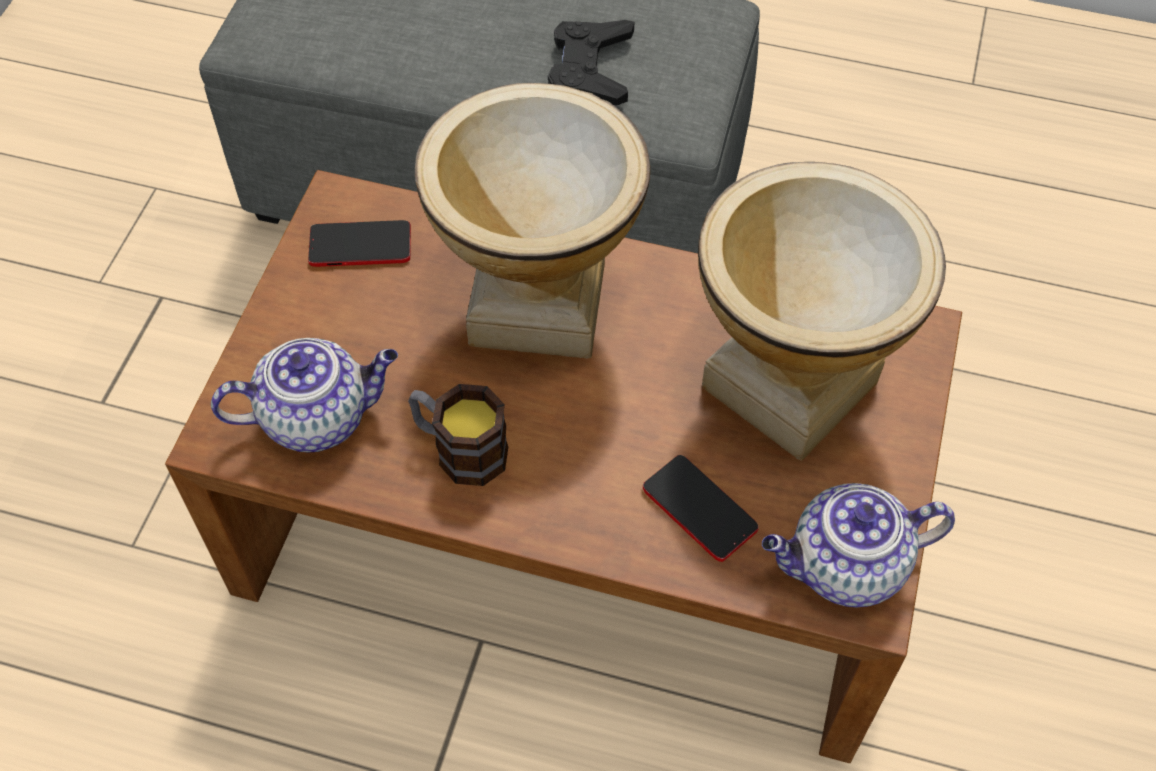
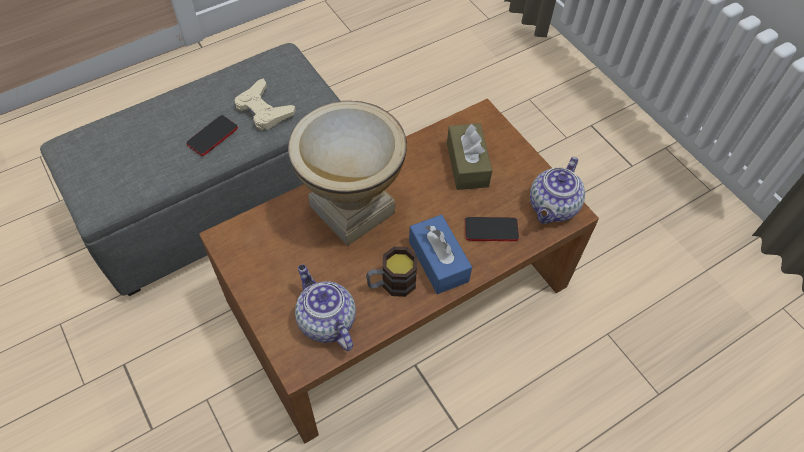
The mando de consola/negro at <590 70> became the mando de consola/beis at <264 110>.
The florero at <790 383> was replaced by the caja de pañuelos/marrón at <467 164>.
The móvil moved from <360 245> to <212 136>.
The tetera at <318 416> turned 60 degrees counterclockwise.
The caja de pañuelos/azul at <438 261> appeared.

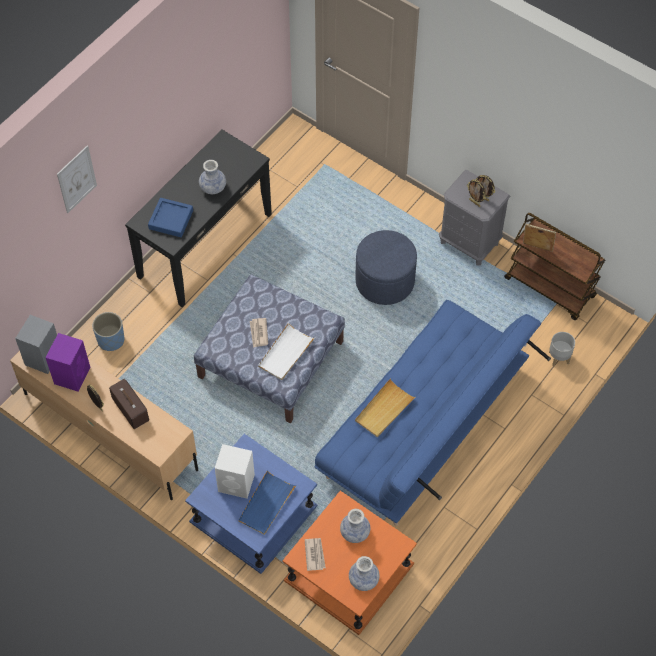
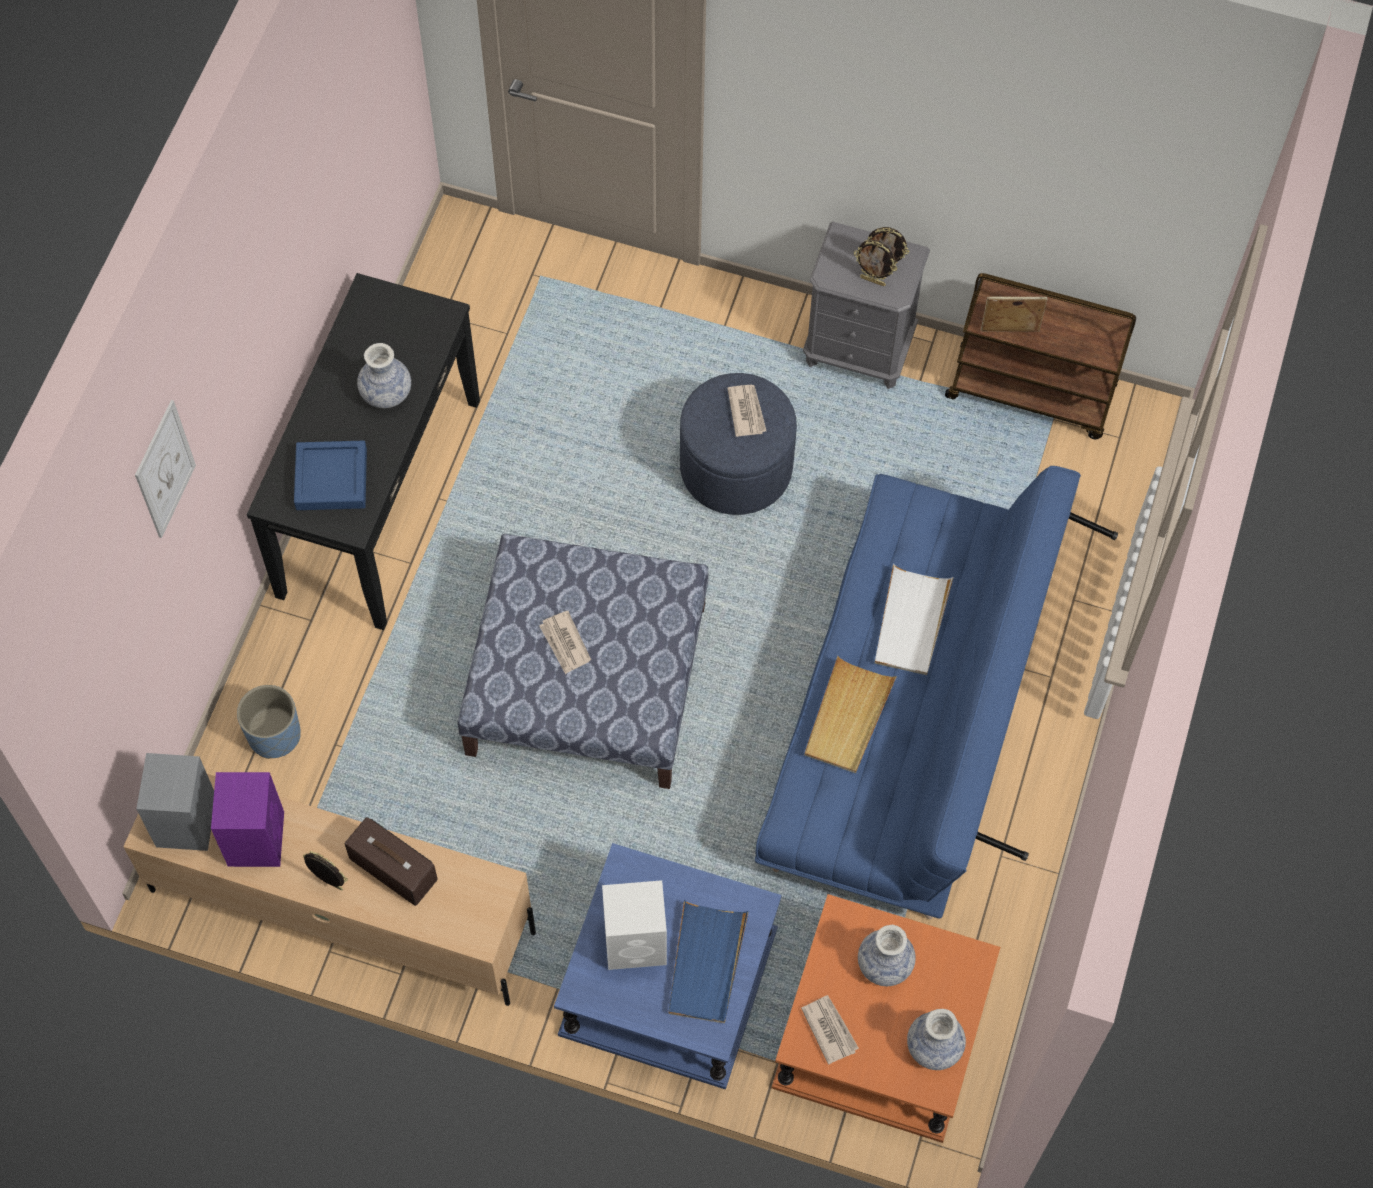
The bandeja/blanco moved from <285 353> to <911 622>.
The maceta/gris at <559 358> disappeared.
The periódico at <746 411> appeared.

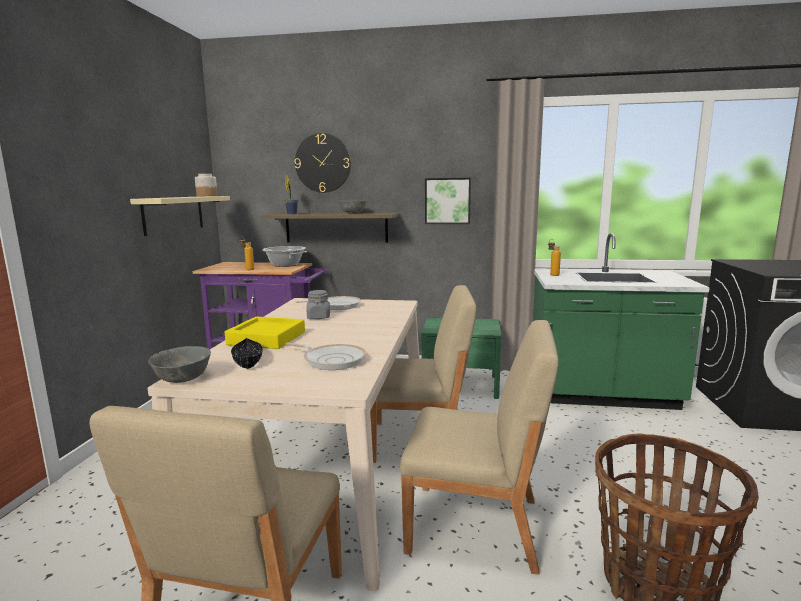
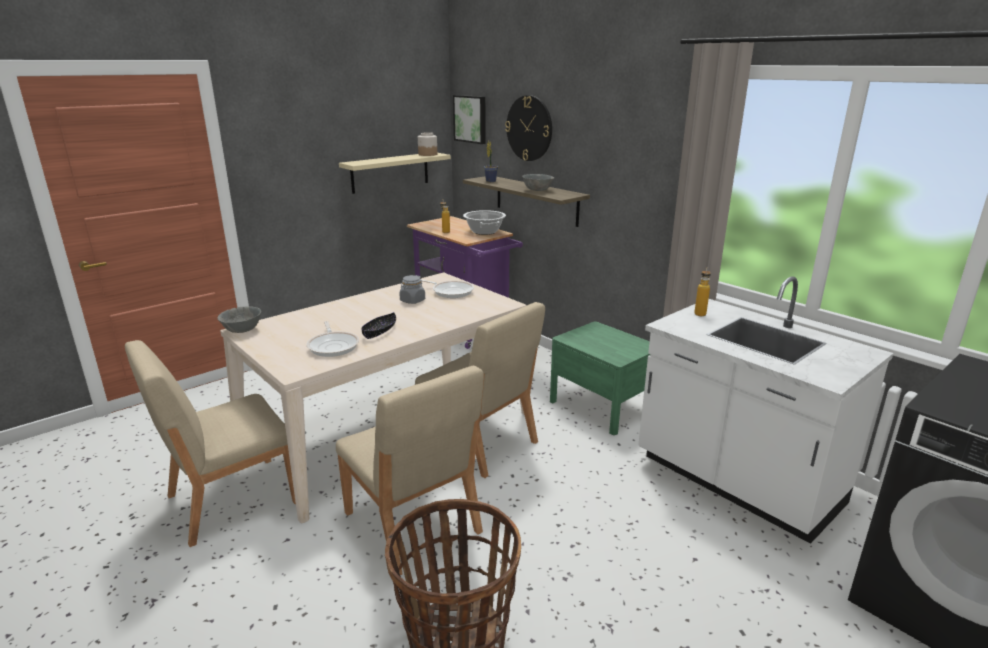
The cuadro moved from <447 201> to <471 119>.
The mueble bajo de cocina/verde at <602 396> became the mueble bajo de cocina/blanco at <736 482>.
The bandeja/amarillo at <267 338> disappeared.
The cuenco/negro moved from <247 360> to <380 331>.

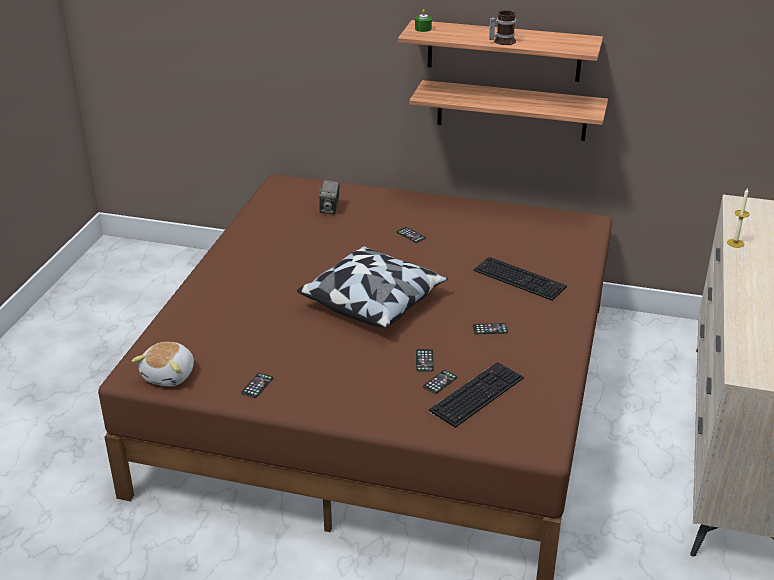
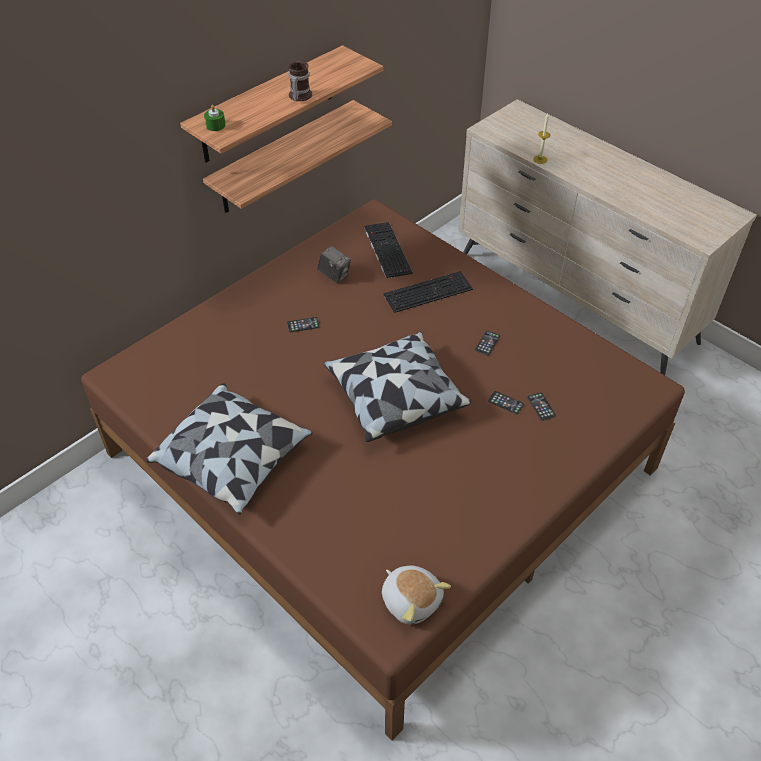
The cámara moved from <329 209> to <334 275>.
The teclado moved from <476 393> to <386 249>.
The móvil at <257 385> disappeared.
The cojín at <234 459> appeared.

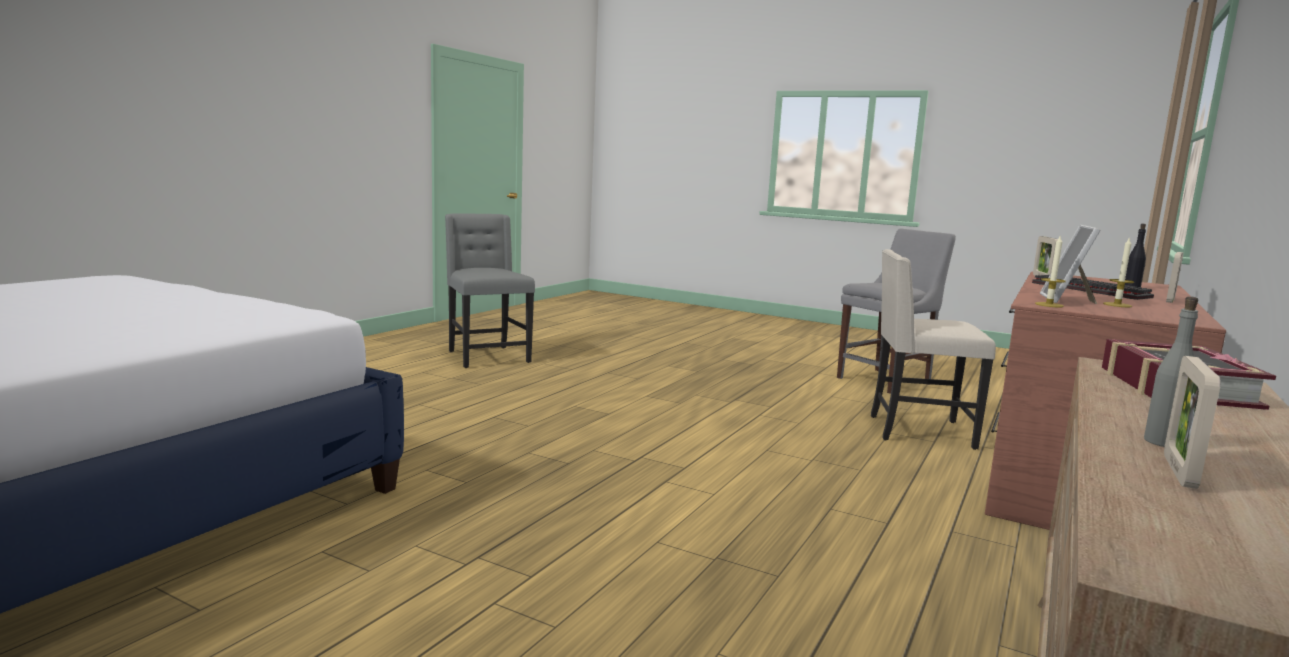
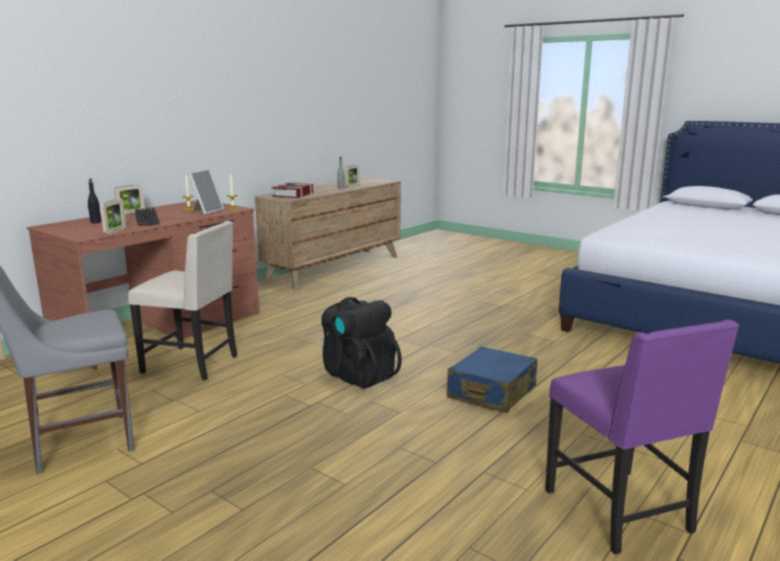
The silla/gris at <486 357> became the silla/morado at <621 512>.
The mochila/negro at <358 374> appeared.
The maleta/azul at <491 392> appeared.

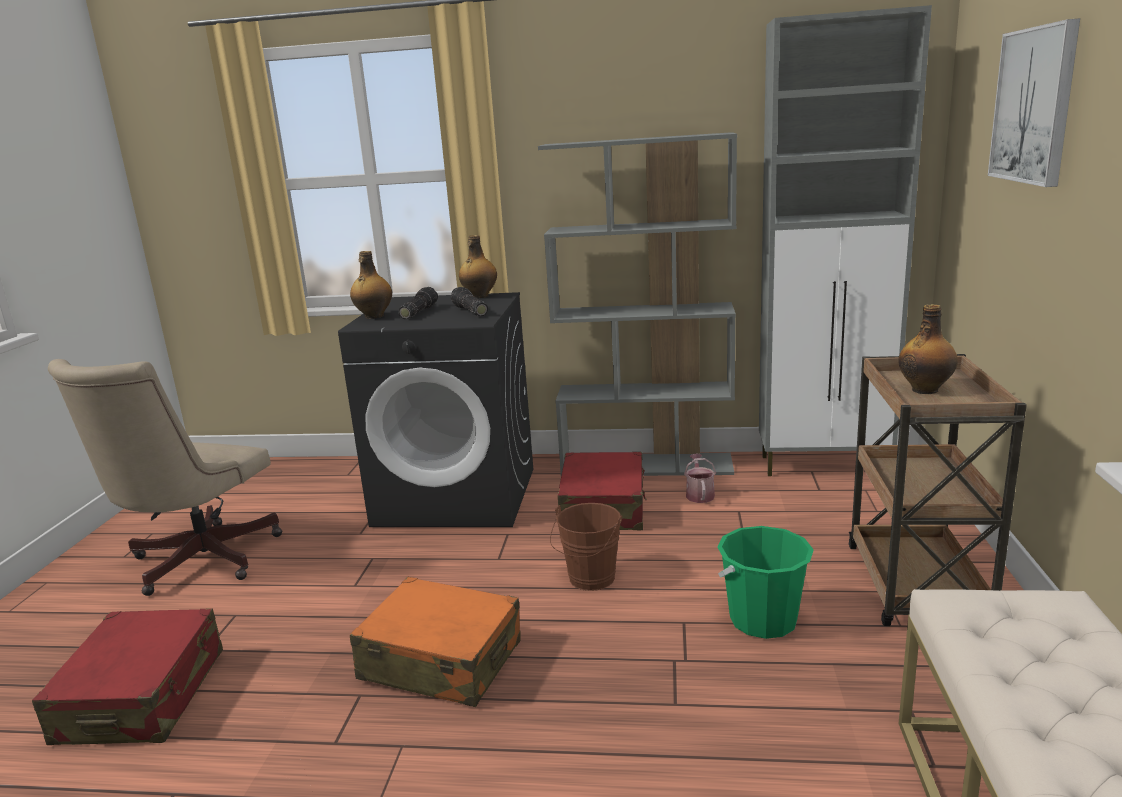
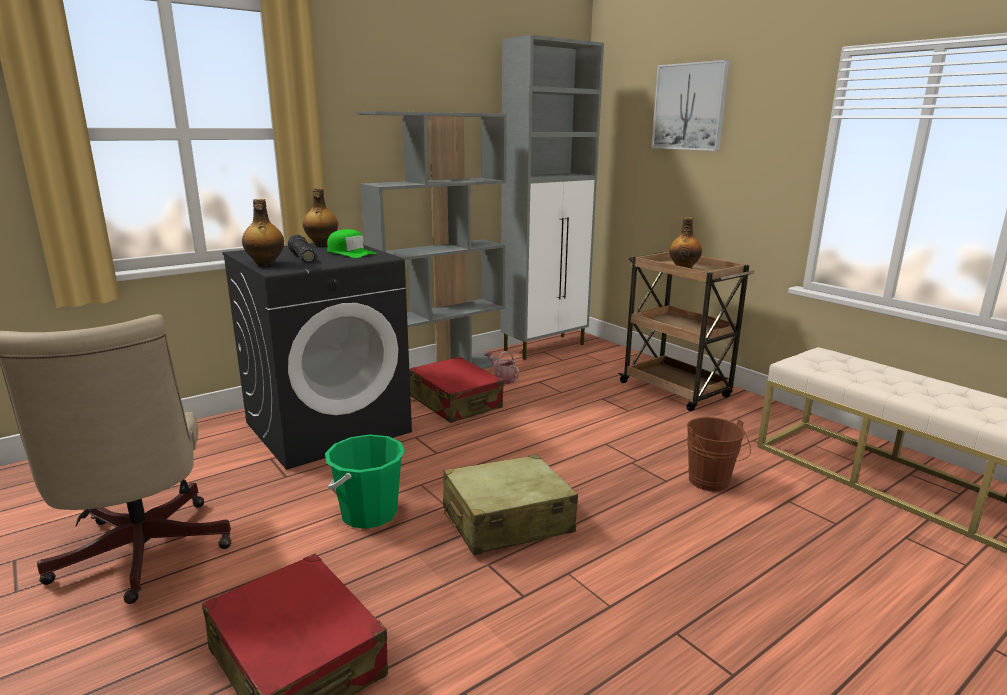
The linterna at <469 311> was replaced by the gorra/verde at <350 253>.
The cubo/marrón moved from <589 581> to <711 483>.
The cubo/verde moved from <763 620> to <369 514>.
The maleta/naranja at <441 661> became the maleta/beis at <506 521>.

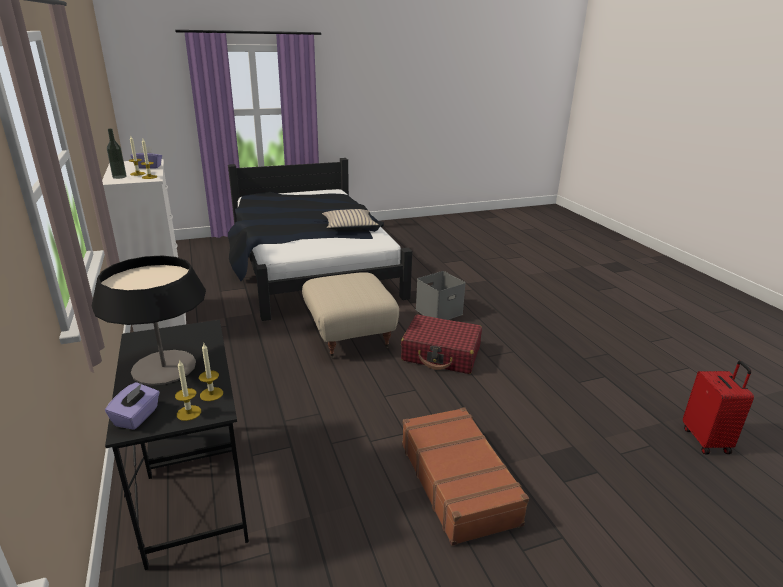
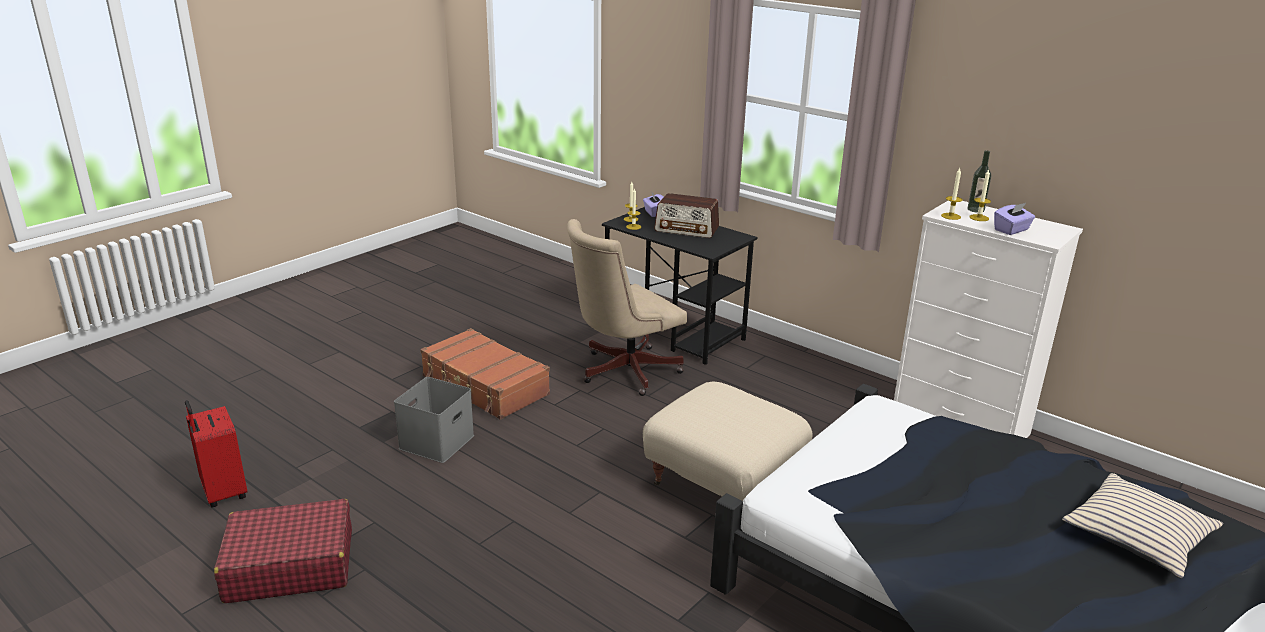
The cojín/beis moved from <349 226> to <1138 535>.
The lámpara de mesa at <163 367> was replaced by the radio at <687 229>.
The caja de almacenaje/gris moved from <439 311> to <437 443>.
The maleta/rojo moved from <441 354> to <289 565>.
The silla de oficina/beis at <623 372> appeared.

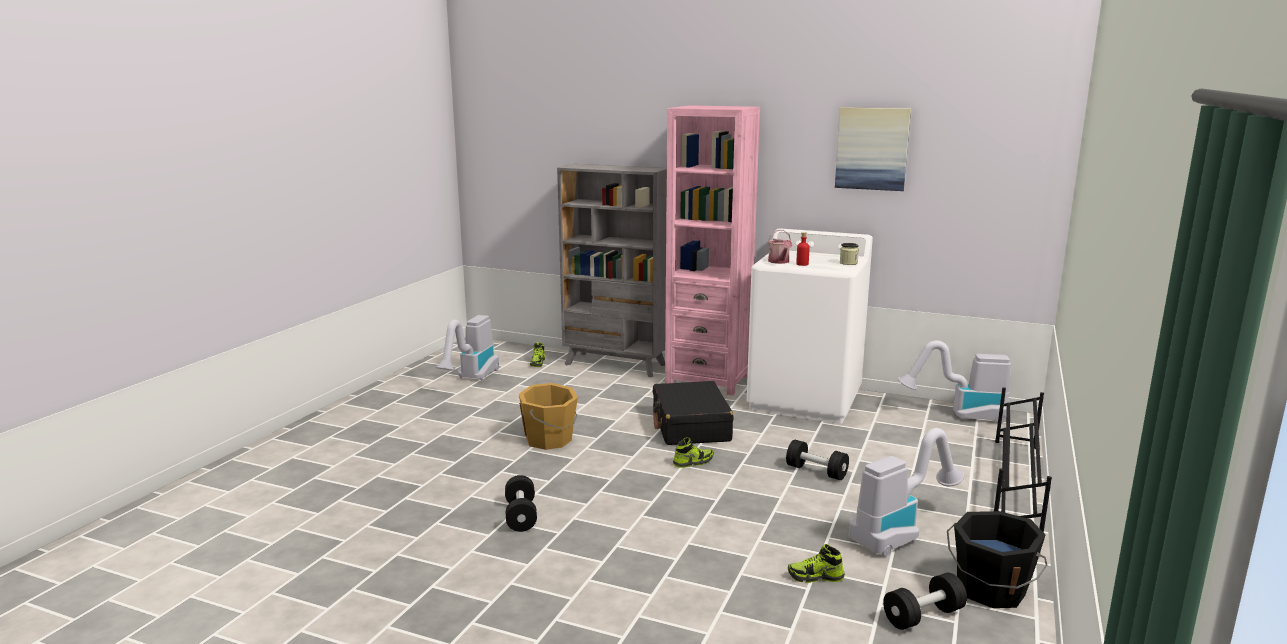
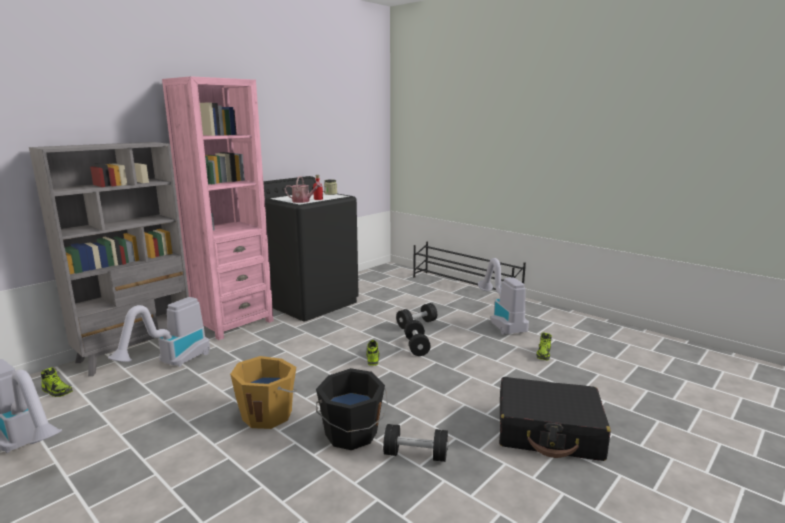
The cuadro at <872 148> disappeared.
The lavadora/blanco at <805 400> became the lavadora/negro at <310 302>.
The aspiradora moved from <959 415> to <171 364>.
The maleta/negro moved from <690 426> to <549 431>.
The cubo/negro moved from <990 590> to <352 434>.
The mancuerna/negro moved from <923 616> to <416 346>.

